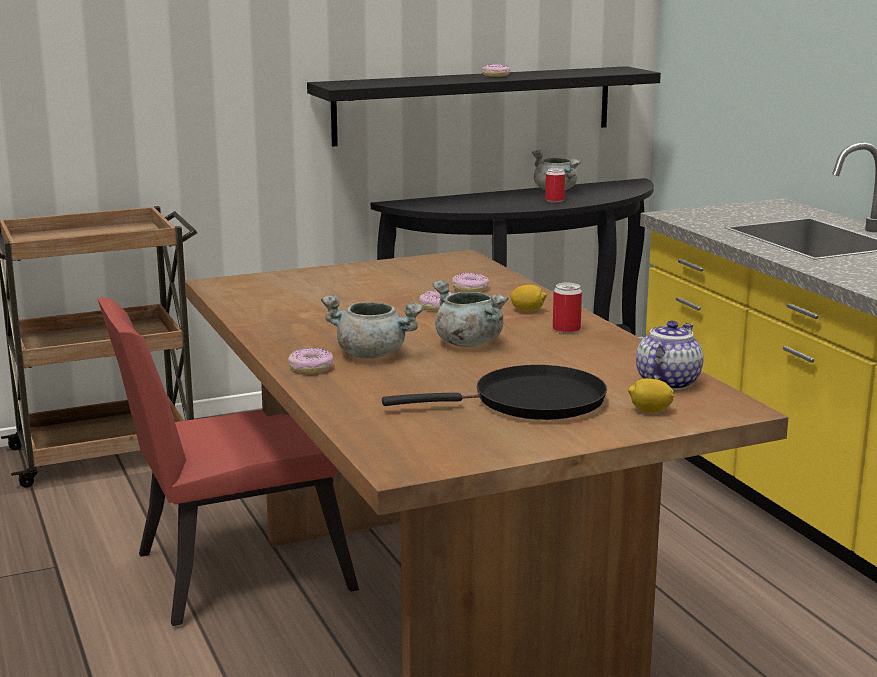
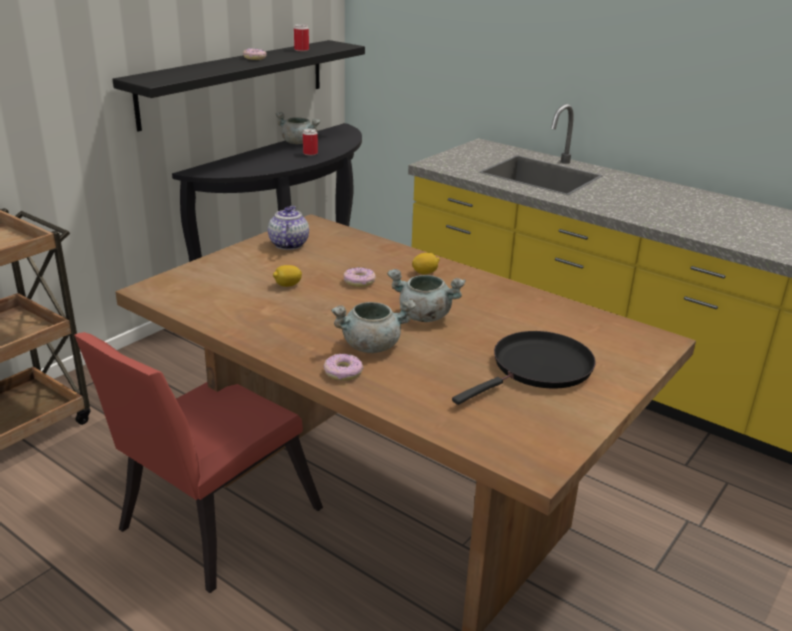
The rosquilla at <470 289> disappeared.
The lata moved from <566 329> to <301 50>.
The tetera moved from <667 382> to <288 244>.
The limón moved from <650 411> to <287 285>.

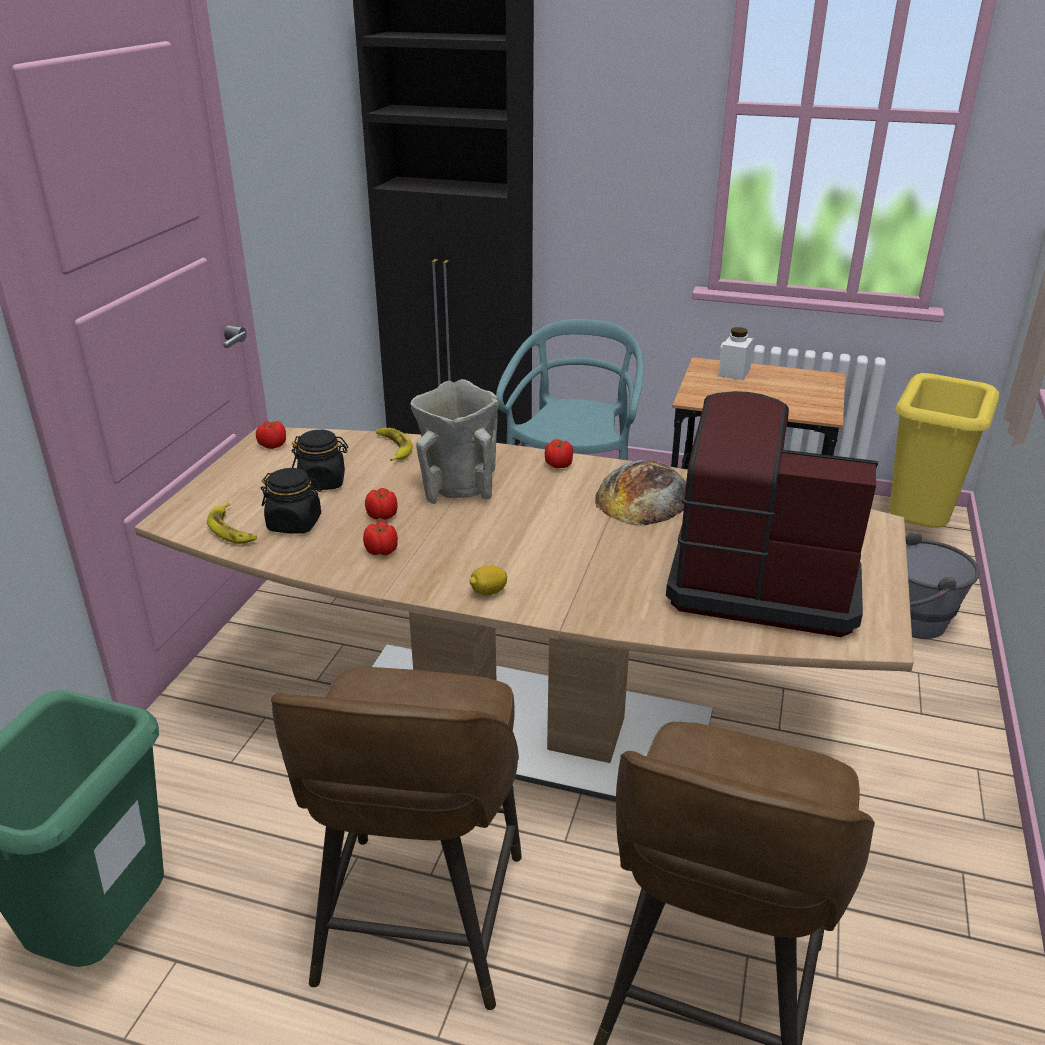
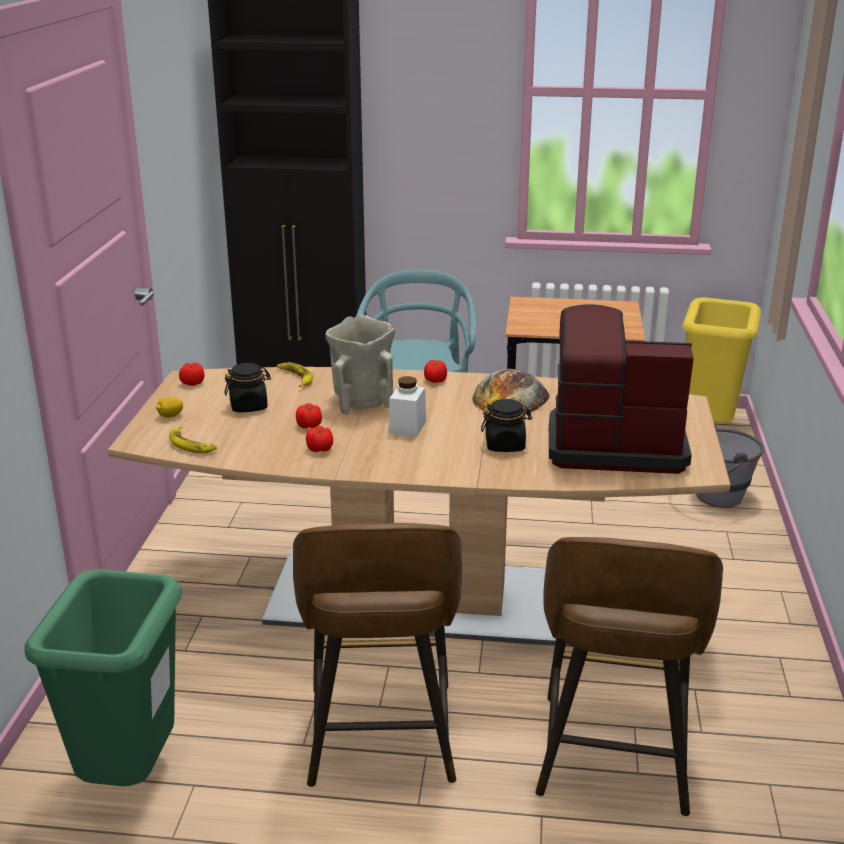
The tarro/blanco moved from <734 372> to <407 427>.
The tarro/negro moved from <295 524> to <505 445>.
The limón moved from <488 592> to <170 416>.

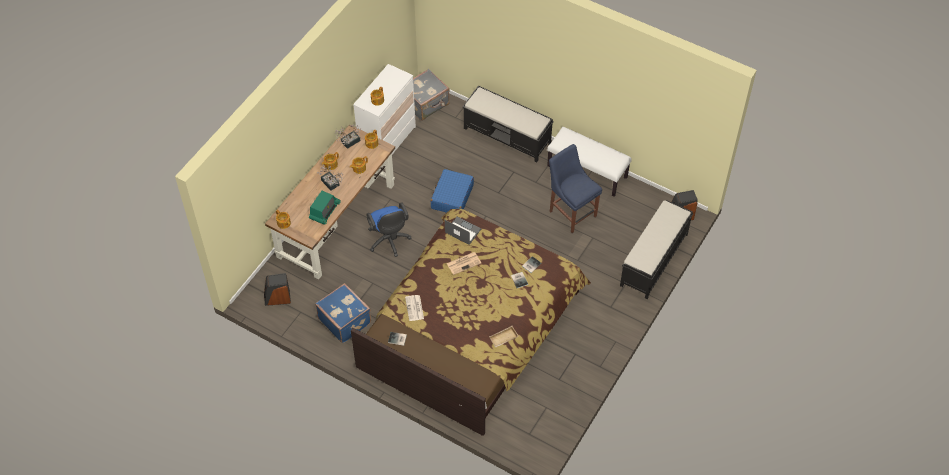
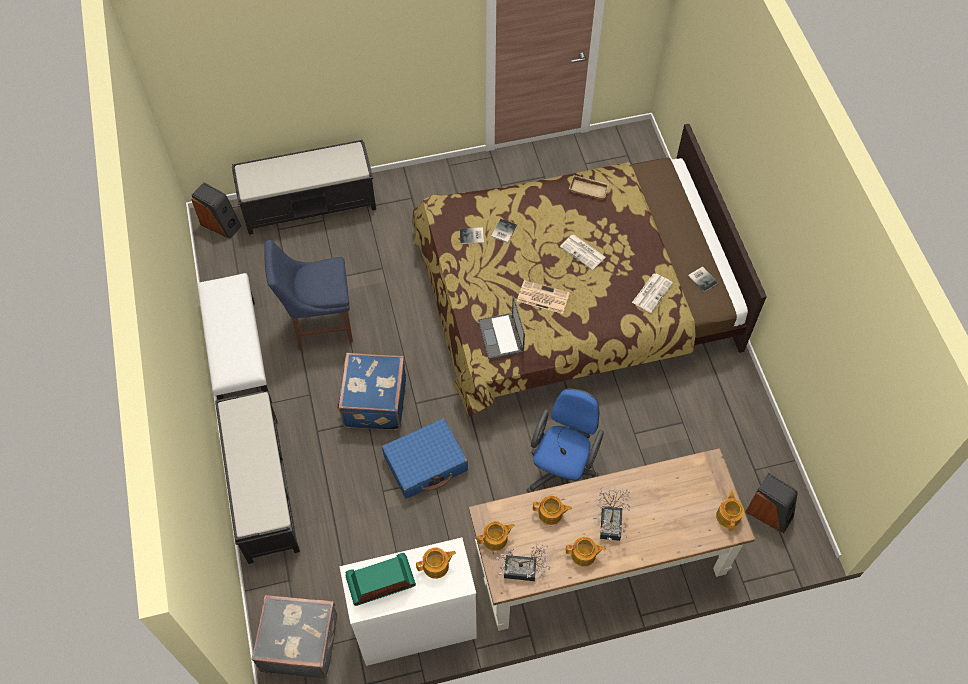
The silla/azul at <571 212> turned 75 degrees clockwise.
The radio moved from <324 211> to <381 582>.
The maleta/azul moved from <345 320> to <373 402>.
The periódico at <583 252> appeared.

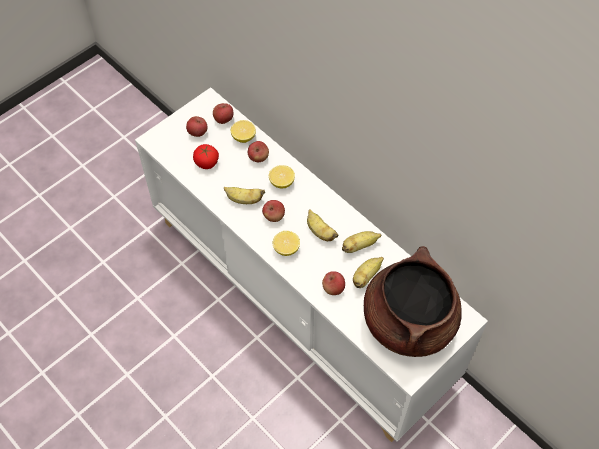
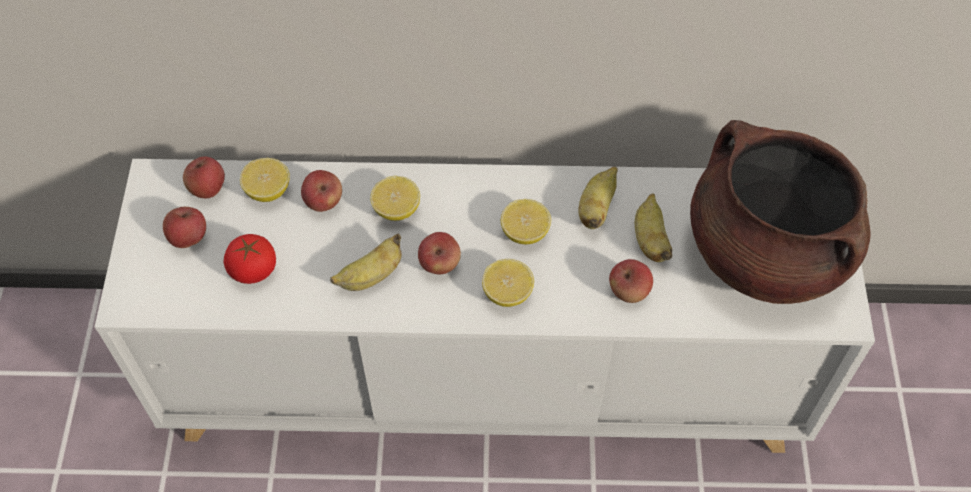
The plátano at <320 232> was replaced by the limón at <525 232>.

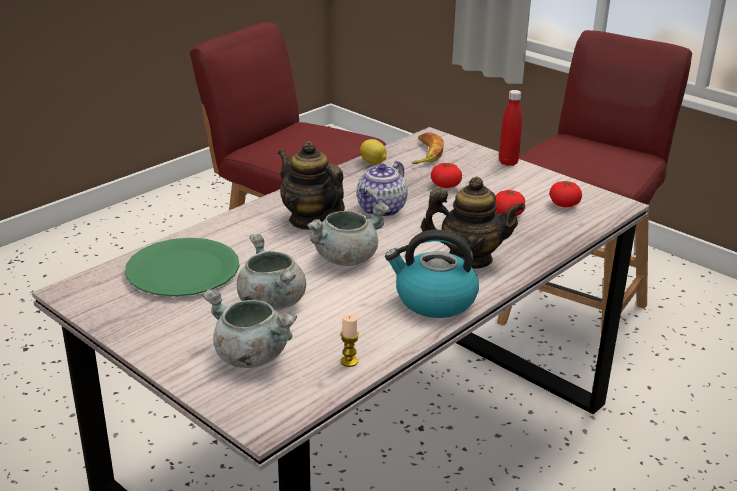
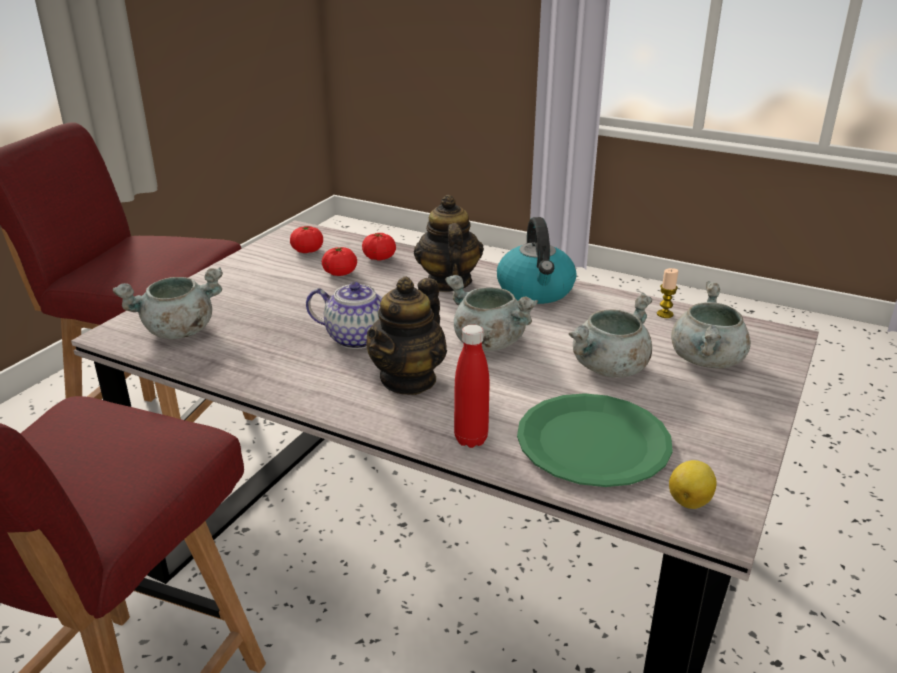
The botella/rojo moved from <508 162> to <471 439>.
The plátano at <425 154> was replaced by the olla/gris at <178 331>.
The limón moved from <373 163> to <690 500>.
The tomate moved from <445 185> to <379 258>.

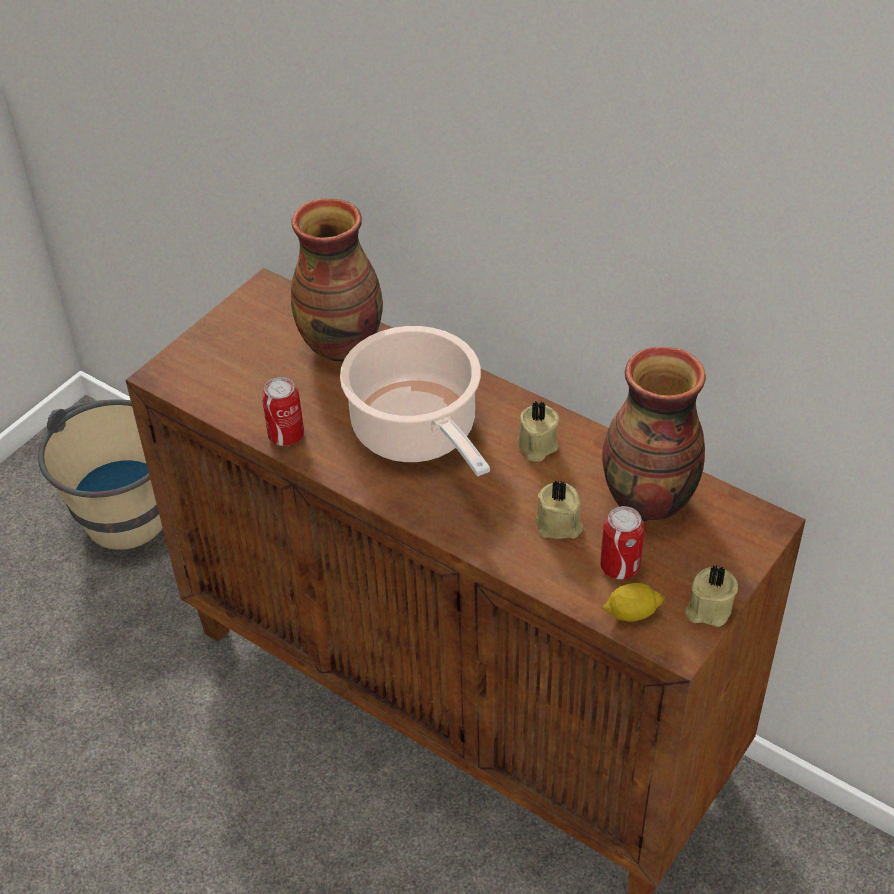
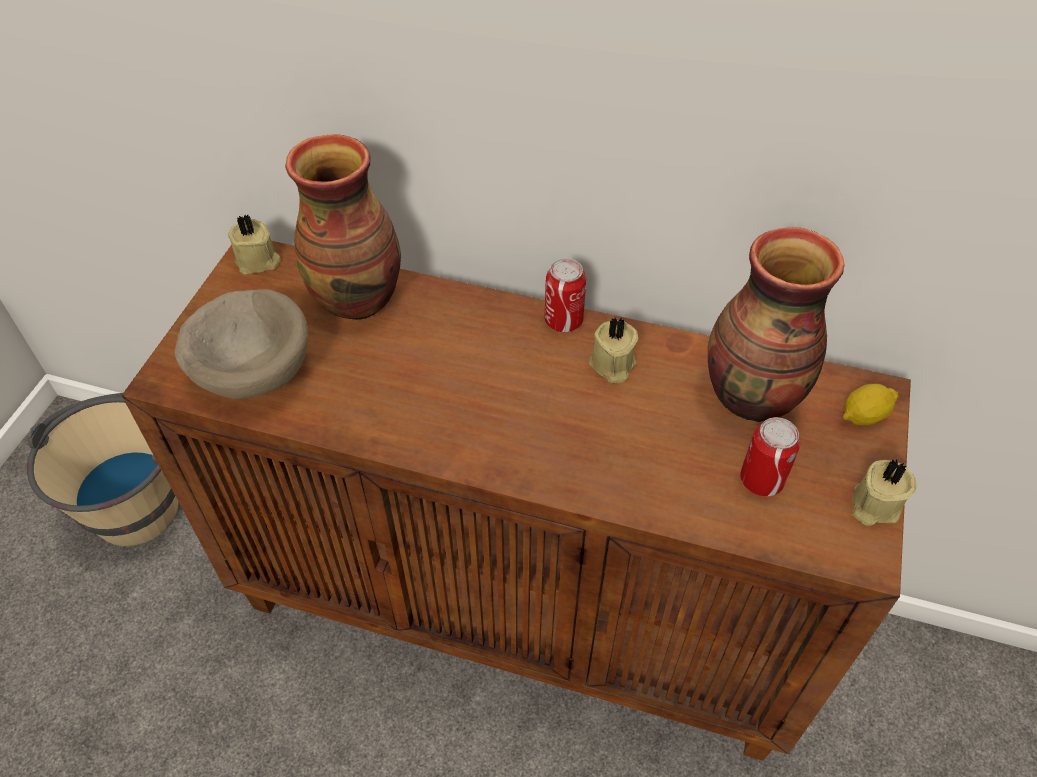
The olla at <418 432> disappeared.
The lata moved from <286 435> to <563 320>.
The vela/beis moved from <559 525> to <258 261>.
The limón moved from <632 613> to <864 416>.
The cuenco/beis at <254 369> appeared.

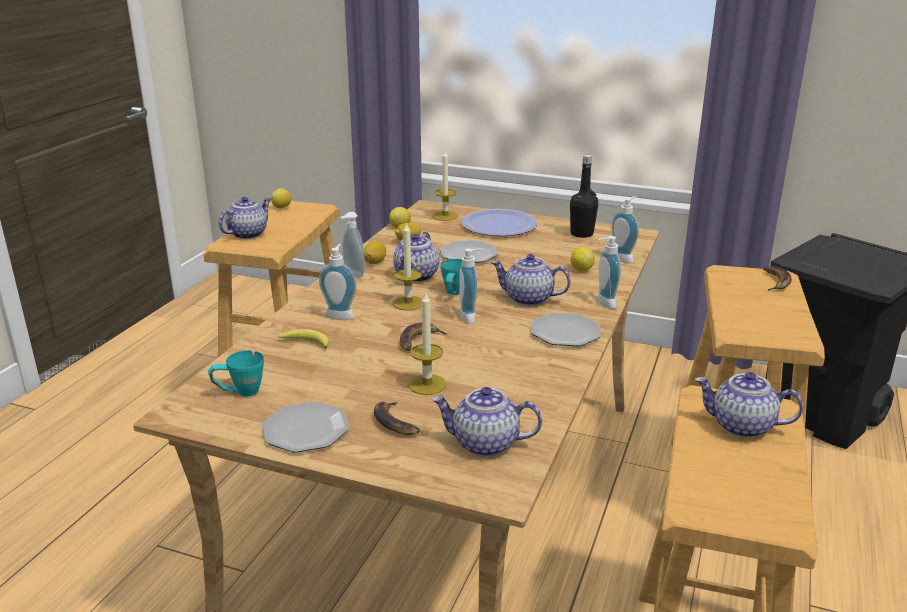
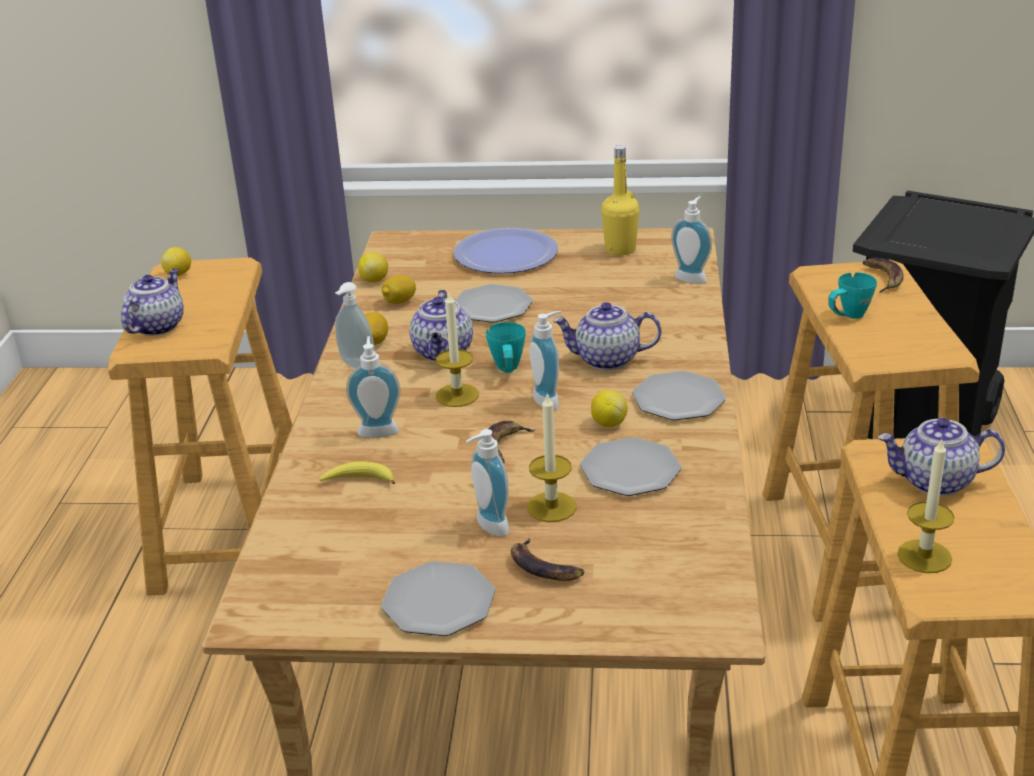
The vela moved from <445 216> to <924 556>.
The botella/negro at <581 234> became the botella/amarillo at <620 249>.
The dispensador de jabón moved from <603 303> to <488 527>.
The limón moved from <581 269> to <608 423>.
The taza grande/turquesa moved from <239 393> to <847 317>.
The tetera at <485 444> disappeared.
The plato at <630 471> appeared.

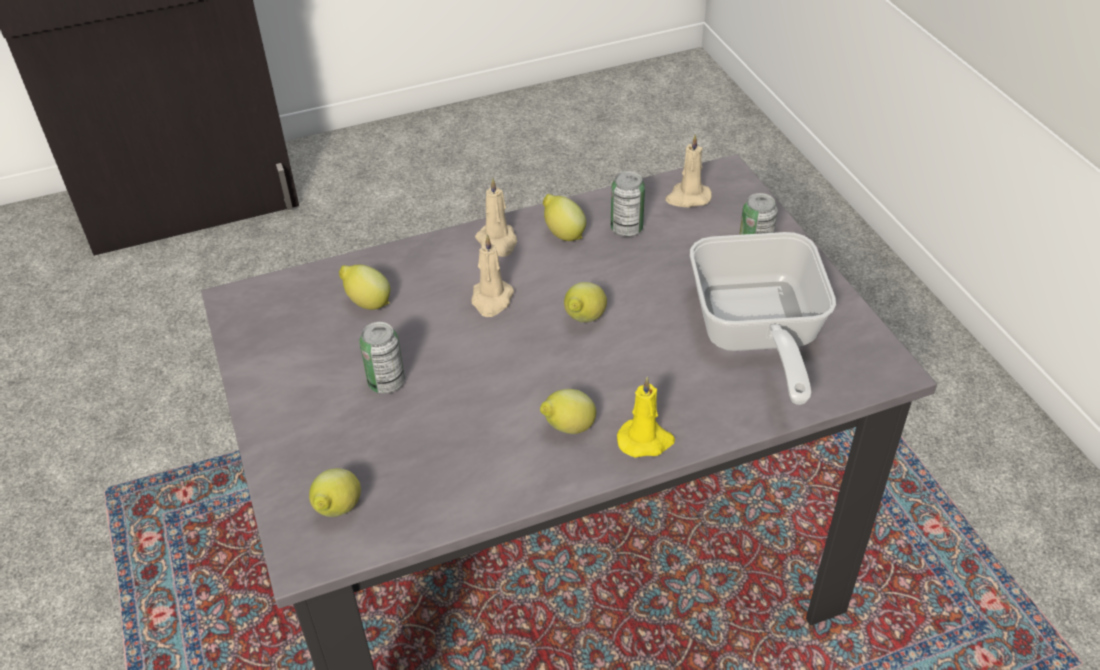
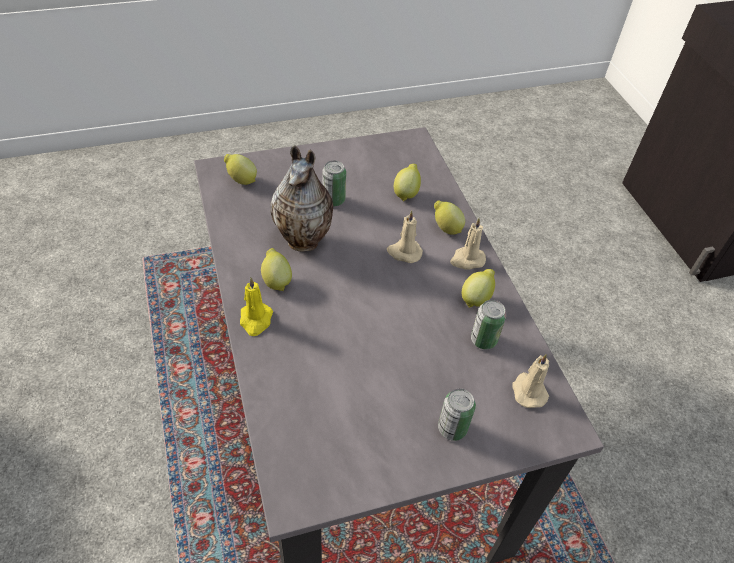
The sartén at <756 335> disappeared.
The limón moved from <584 320> to <446 228>.
The florero at <305 241> appeared.

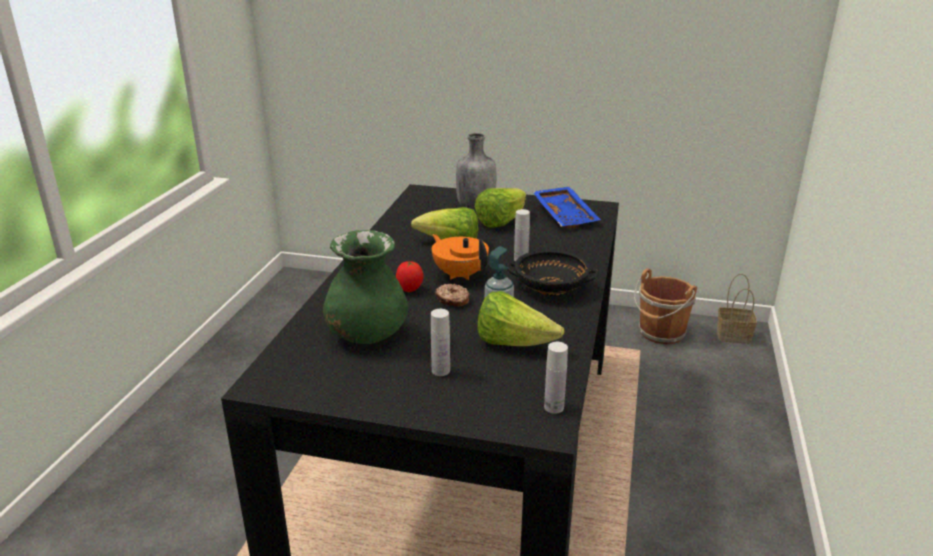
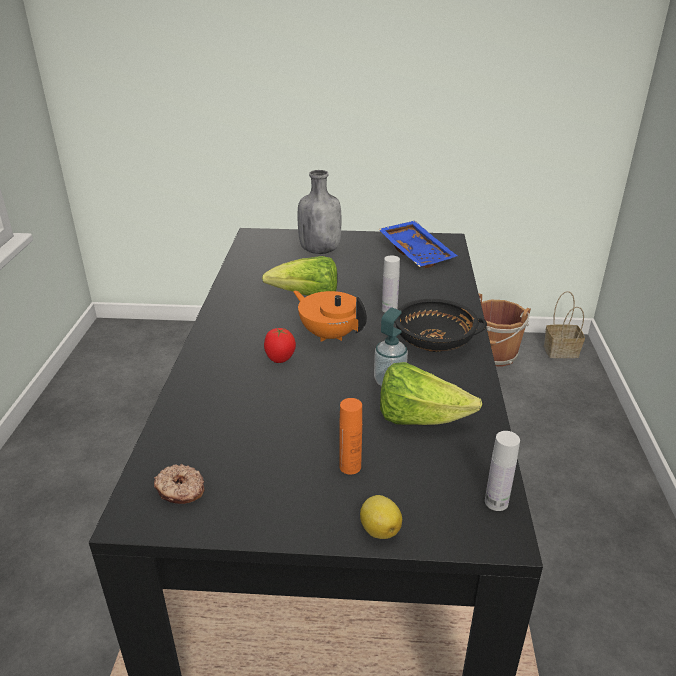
The lechuga at <501 222> disappeared.
The florero/verde at <367 335> disappeared.
The rosquilla moved from <452 300> to <180 491>.
The botella/blanco at <440 371> became the botella/naranja at <350 466>.
The limón at <379 529> appeared.

